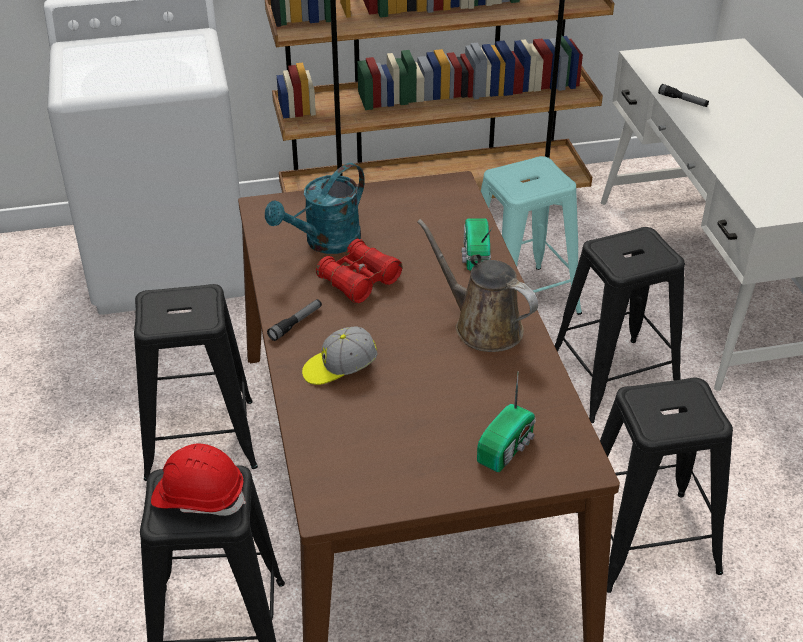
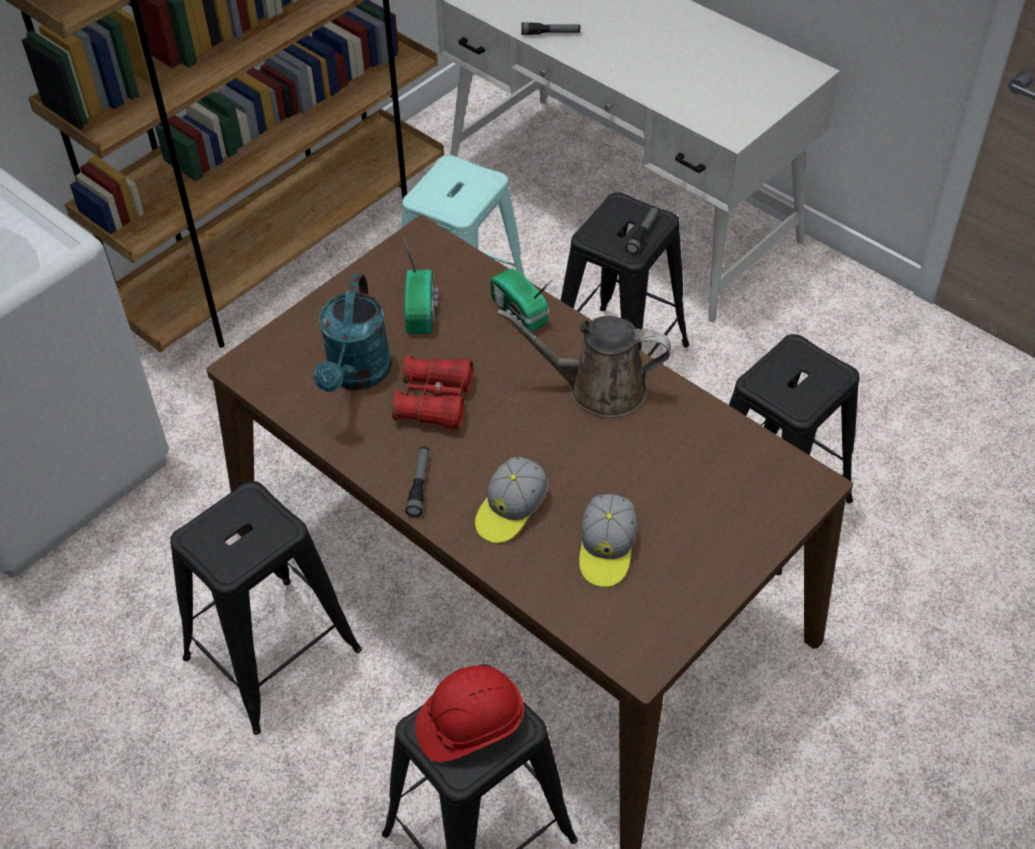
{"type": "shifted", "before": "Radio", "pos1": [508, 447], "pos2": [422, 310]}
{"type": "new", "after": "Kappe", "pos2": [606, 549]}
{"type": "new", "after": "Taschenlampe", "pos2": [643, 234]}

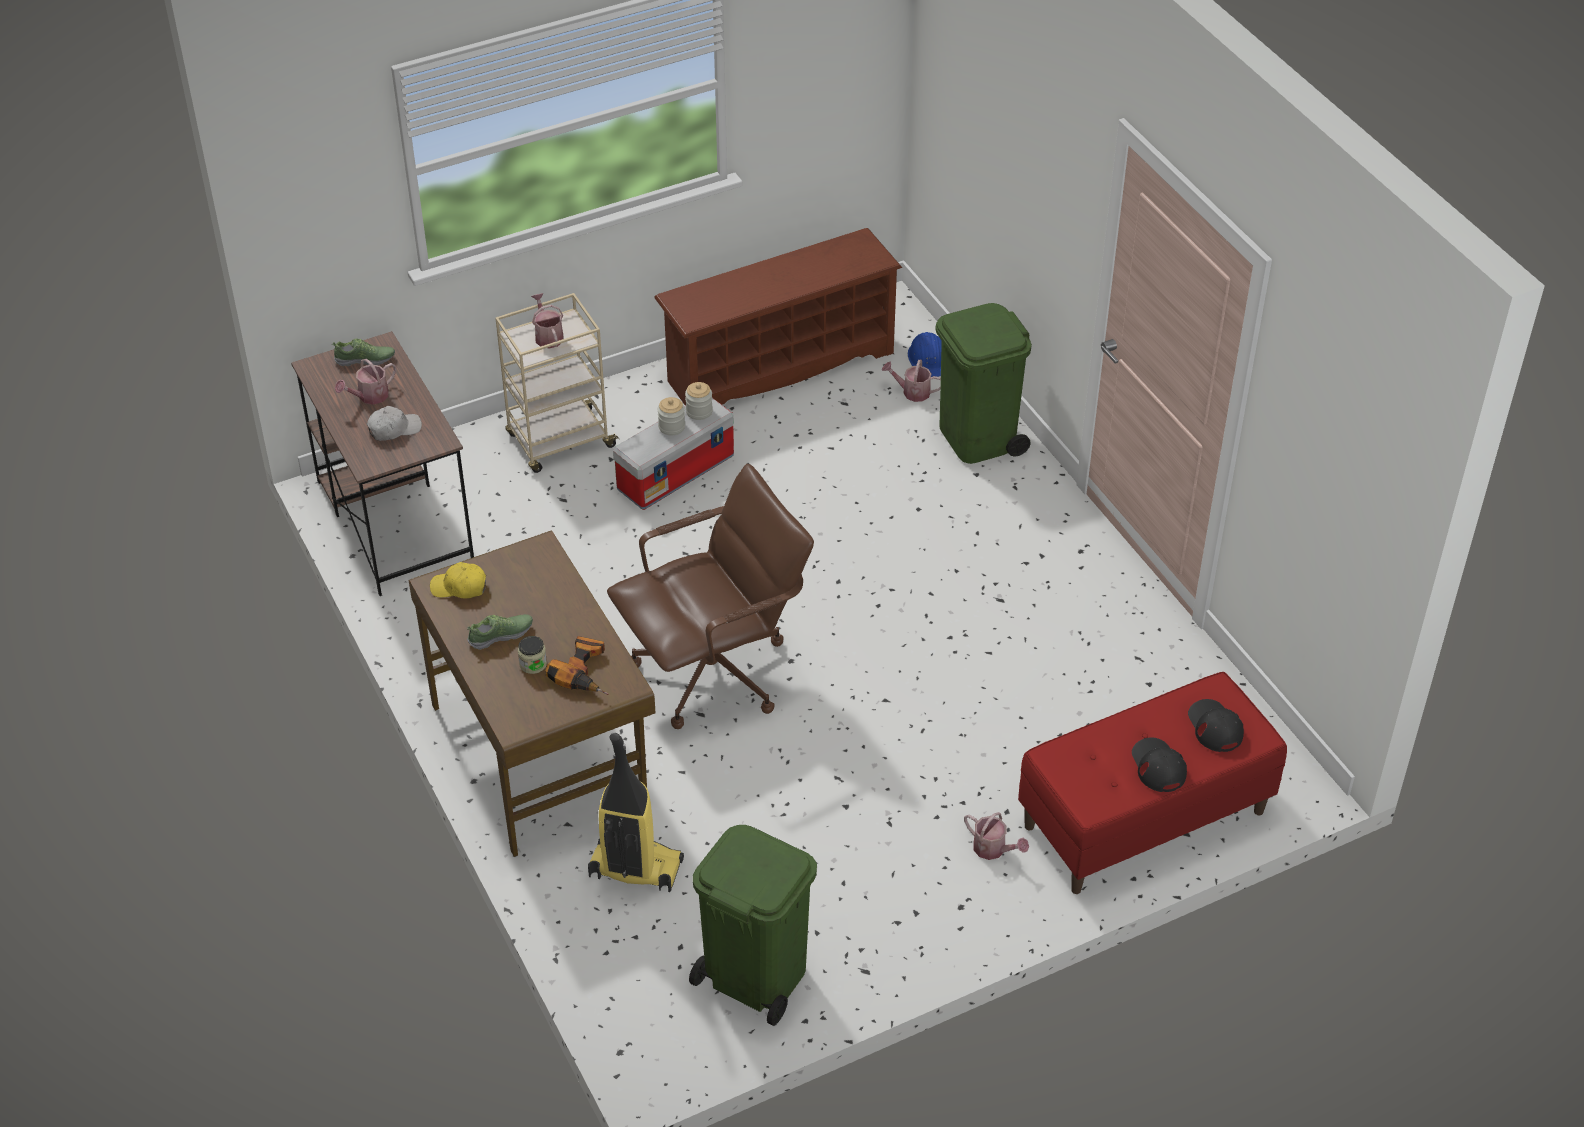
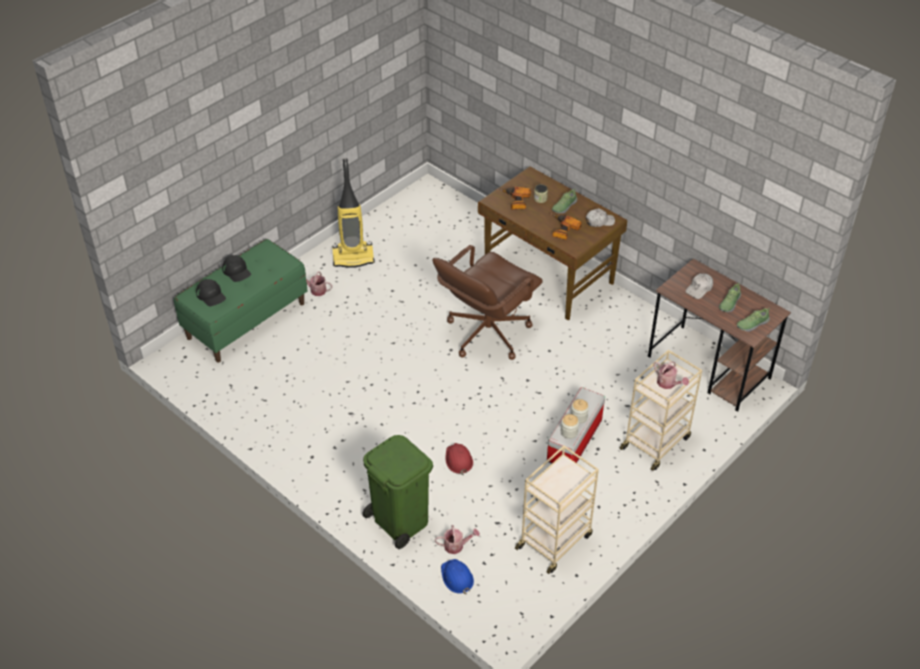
{"type": "swapped", "before": "Gießkanne", "after": "Schuh", "pos1": [369, 397], "pos2": [729, 303]}
{"type": "repainted", "before": "Kappe/gelb", "after": "Kappe/weiß", "pos1": [459, 587], "pos2": [599, 221]}
{"type": "shifted", "before": "Staubsauger", "pos1": [634, 869], "pos2": [353, 257]}
{"type": "swapped", "before": "Schuhregal/braun", "after": "Rollwagen/beige", "pos1": [779, 366], "pos2": [555, 541]}
{"type": "gone", "before": "Mülleimer/grün", "pos1": [754, 975]}
{"type": "repainted", "before": "Bank/rot", "after": "Bank/grün", "pos1": [1144, 820], "pos2": [246, 320]}
{"type": "new", "after": "Schutzhelm/rot", "pos2": [458, 460]}
{"type": "new", "after": "Bohrmaschine", "pos2": [561, 230]}

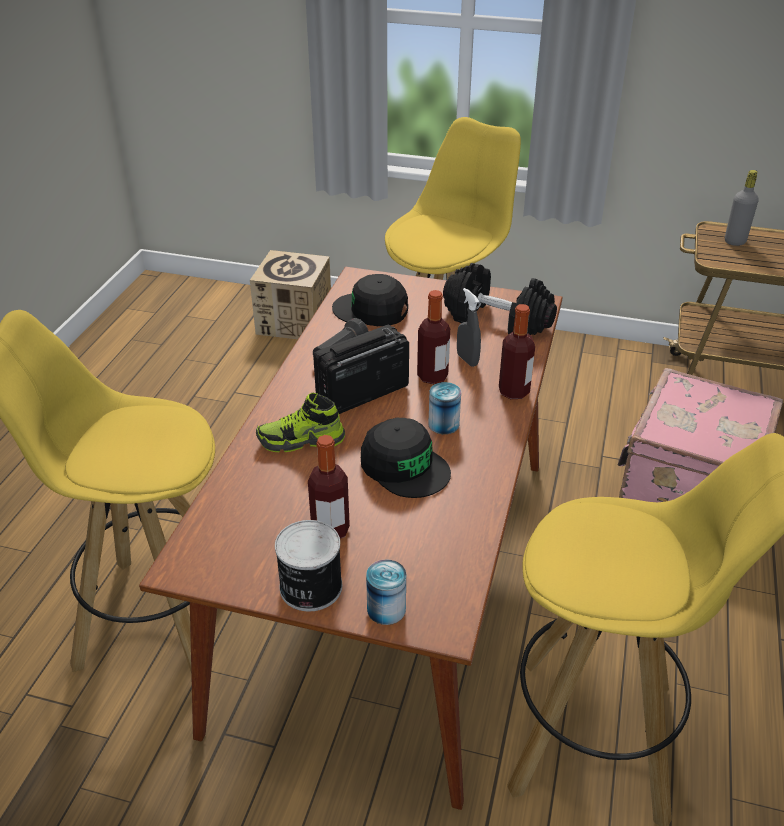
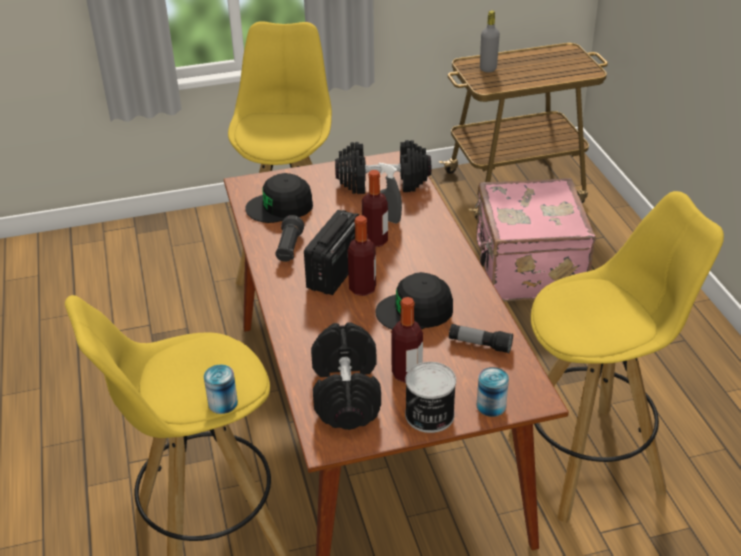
{"type": "gone", "before": "Karton", "pos1": [294, 321]}
{"type": "gone", "before": "Schuh", "pos1": [301, 441]}
{"type": "rotated", "before": "Kappe/schwarz", "pos1": [404, 466], "pos2": [415, 311], "turn": 150}
{"type": "shifted", "before": "Dose", "pos1": [443, 424], "pos2": [223, 403]}
{"type": "shifted", "before": "Flasche", "pos1": [514, 391], "pos2": [362, 288]}
{"type": "new", "after": "Hantel/schwarz", "pos2": [345, 392]}
{"type": "new", "after": "Taschenlampe", "pos2": [480, 344]}

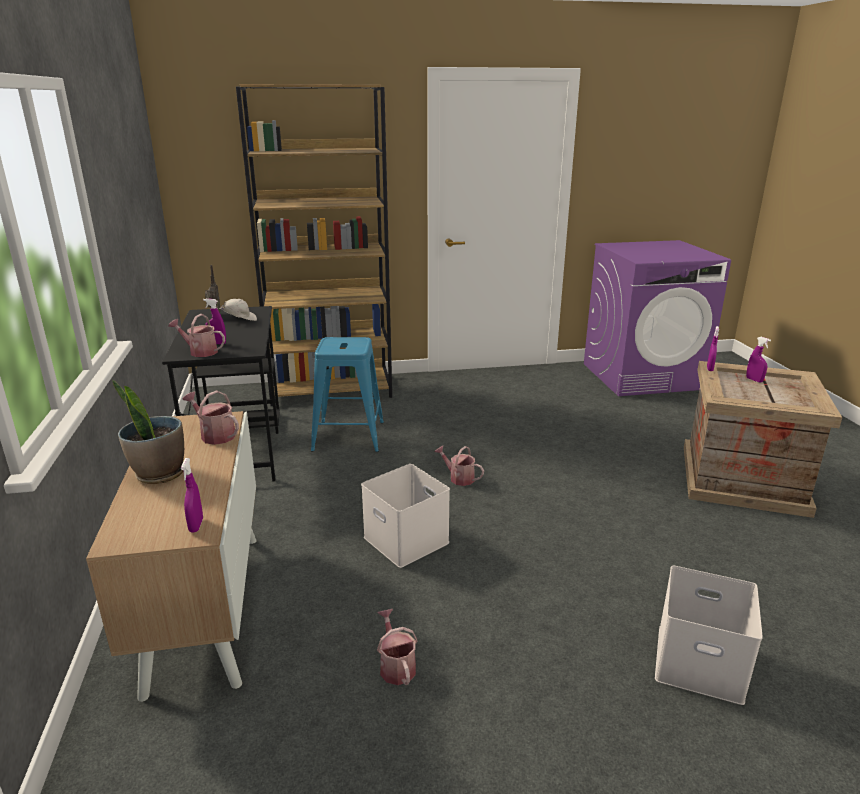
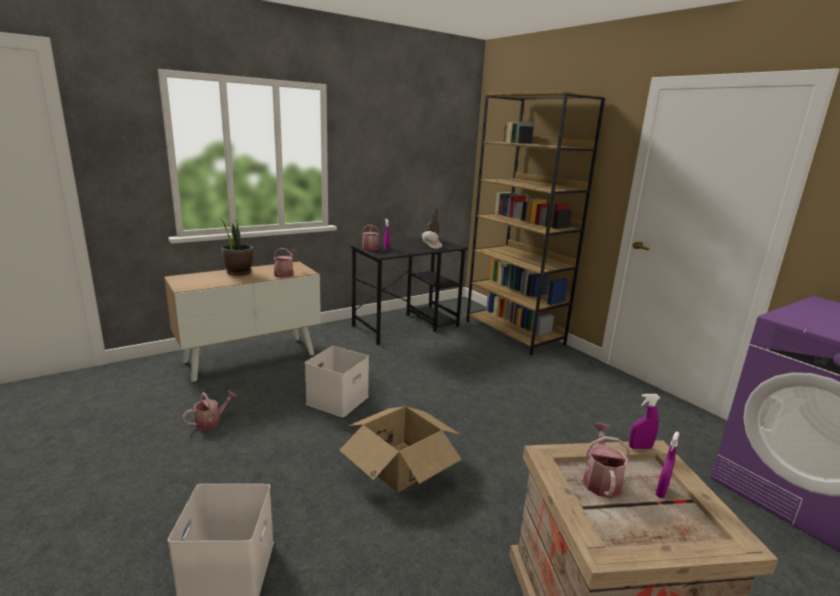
{"type": "gone", "before": "Sprühflasche/lila", "pos1": [196, 525]}
{"type": "gone", "before": "Hocker/blau", "pos1": [348, 436]}
{"type": "shifted", "before": "Gießkanne", "pos1": [459, 478], "pos2": [601, 480]}
{"type": "new", "after": "Karton", "pos2": [400, 465]}

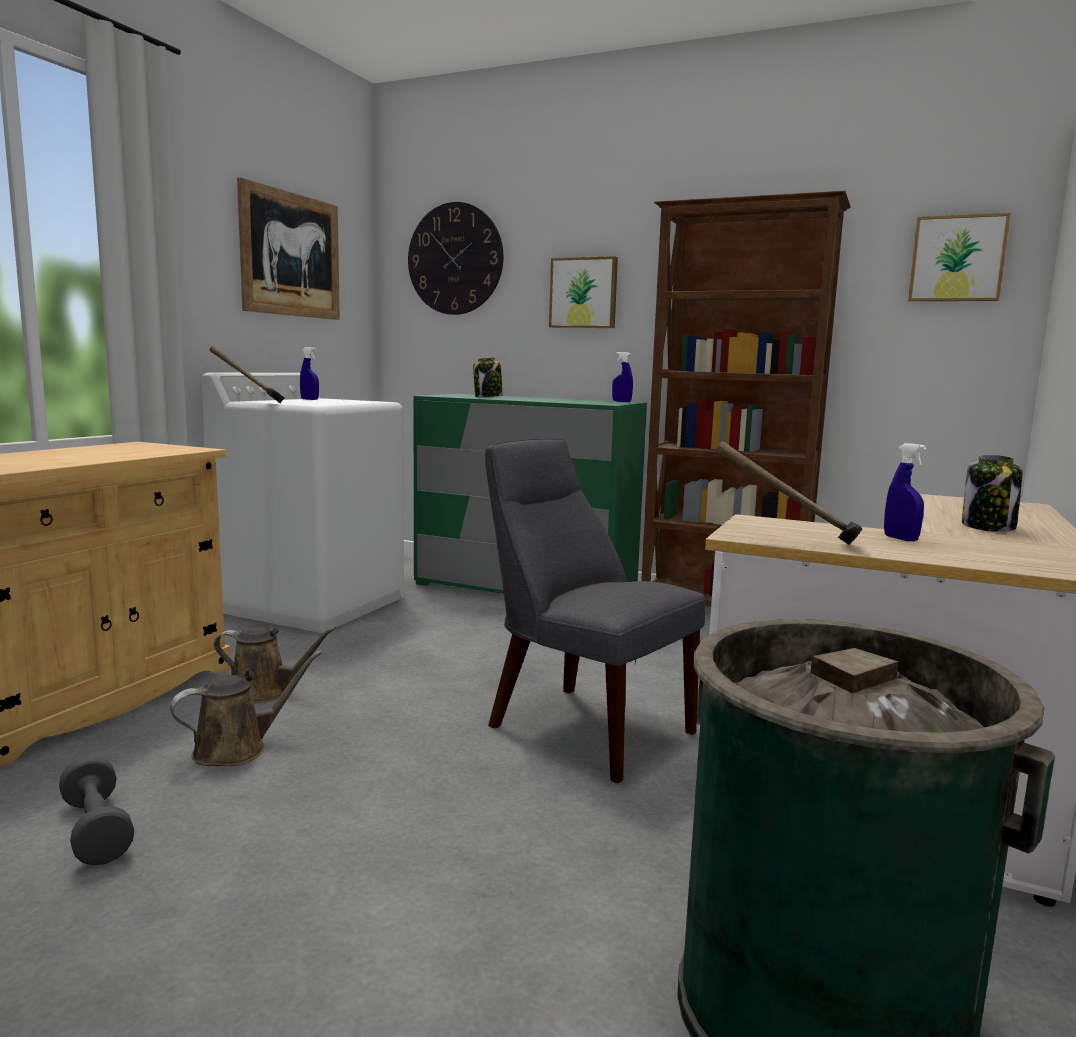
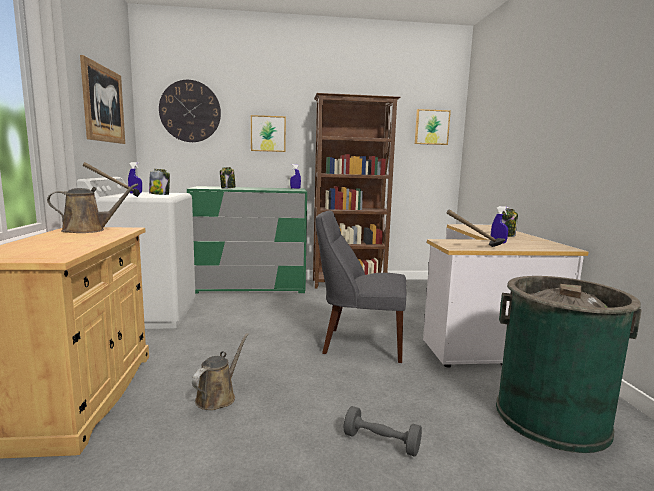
{"type": "shifted", "before": "Hantel/grau", "pos1": [97, 830], "pos2": [381, 442]}
{"type": "shifted", "before": "Gießkanne/braun", "pos1": [265, 692], "pos2": [88, 230]}
{"type": "new", "after": "Vorratsglas", "pos2": [159, 194]}

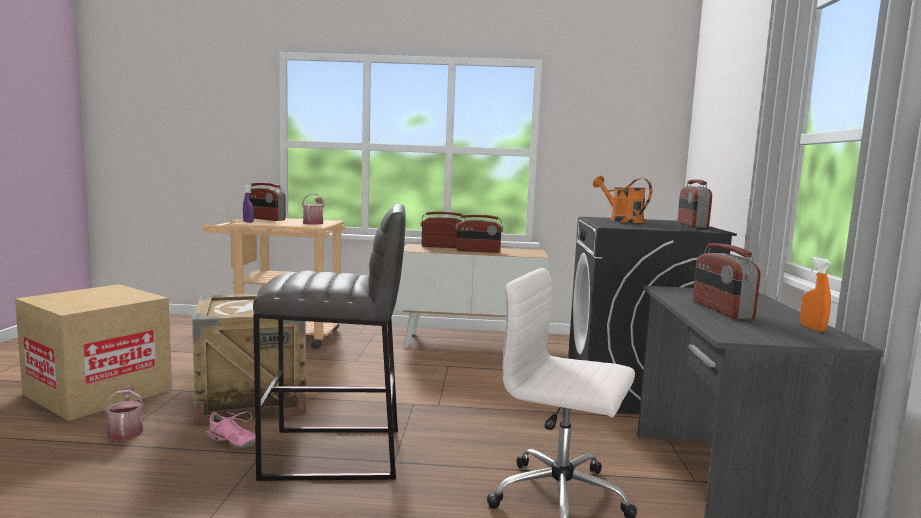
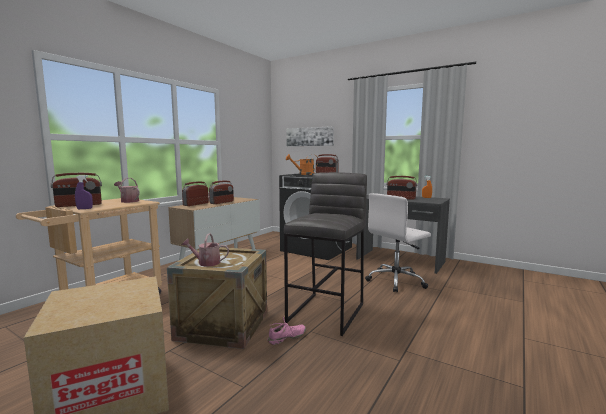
{"type": "shifted", "before": "Gießkanne", "pos1": [126, 431], "pos2": [206, 263]}
{"type": "new", "after": "Bild", "pos2": [309, 136]}

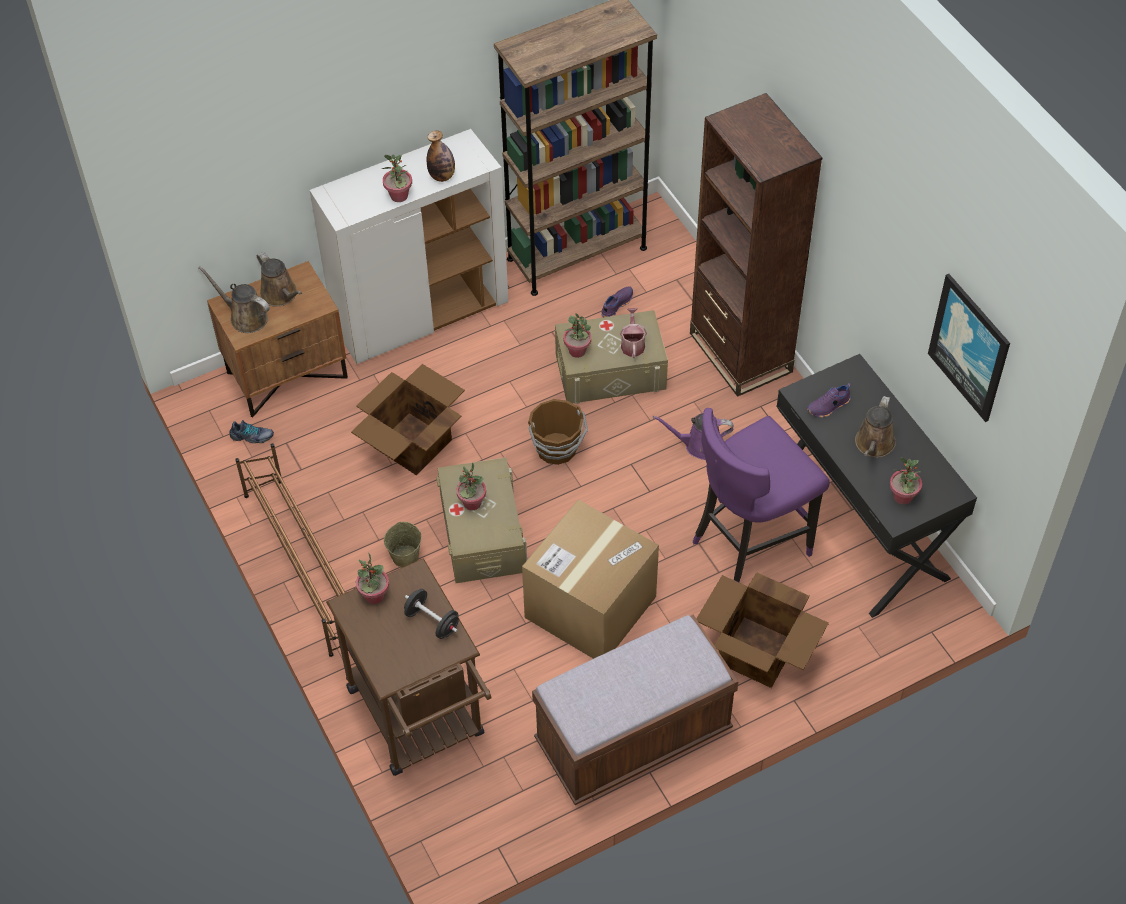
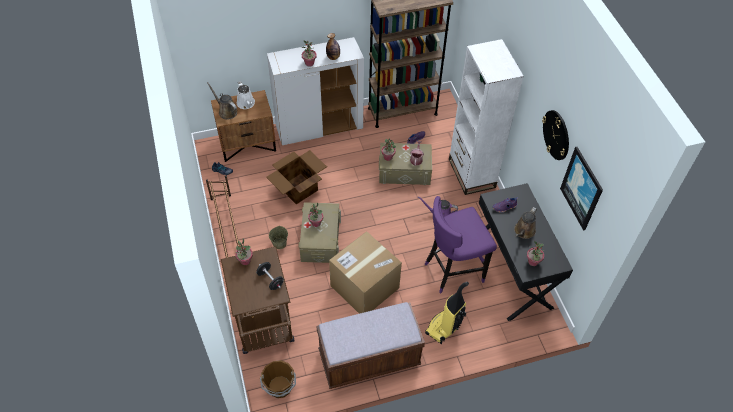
{"type": "repainted", "before": "Gießkanne/braun", "after": "Gießkanne/weiß", "pos1": [281, 295], "pos2": [246, 104]}
{"type": "shifted", "before": "Eimer/braun", "pos1": [557, 449], "pos2": [280, 387]}
{"type": "repainted", "before": "Bücherregal/braun", "after": "Bücherregal/weiß", "pos1": [740, 353], "pos2": [471, 173]}
{"type": "swapped", "before": "Karton", "after": "Staubsauger", "pos1": [758, 652], "pos2": [444, 327]}
{"type": "new", "after": "Wanduhr", "pos2": [556, 135]}

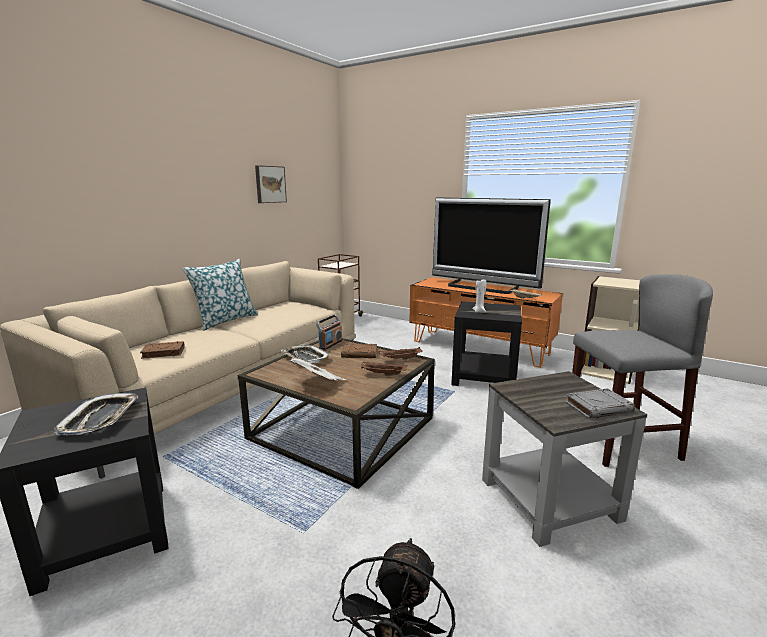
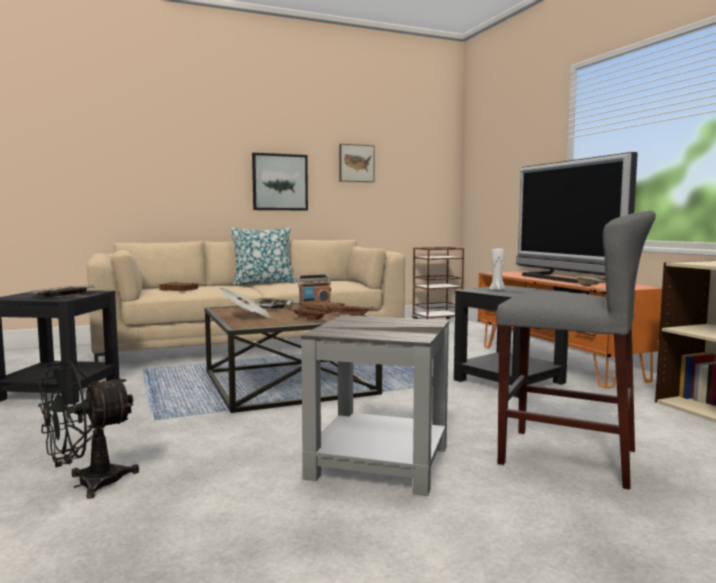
{"type": "gone", "before": "Buch/grau", "pos1": [598, 407]}
{"type": "new", "after": "Bild", "pos2": [280, 182]}

